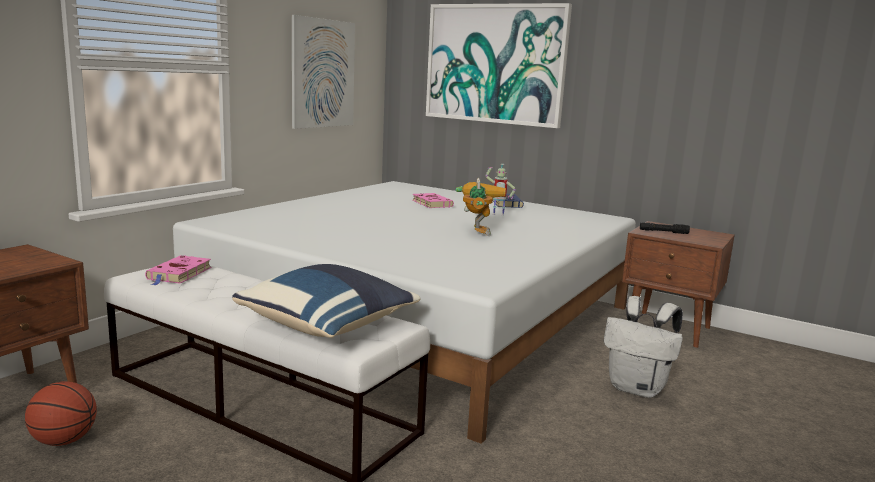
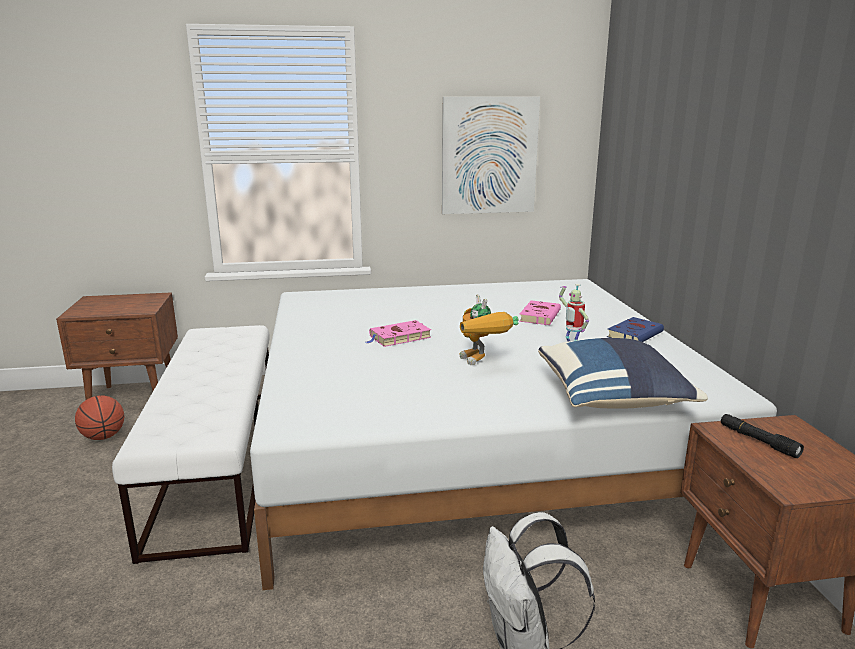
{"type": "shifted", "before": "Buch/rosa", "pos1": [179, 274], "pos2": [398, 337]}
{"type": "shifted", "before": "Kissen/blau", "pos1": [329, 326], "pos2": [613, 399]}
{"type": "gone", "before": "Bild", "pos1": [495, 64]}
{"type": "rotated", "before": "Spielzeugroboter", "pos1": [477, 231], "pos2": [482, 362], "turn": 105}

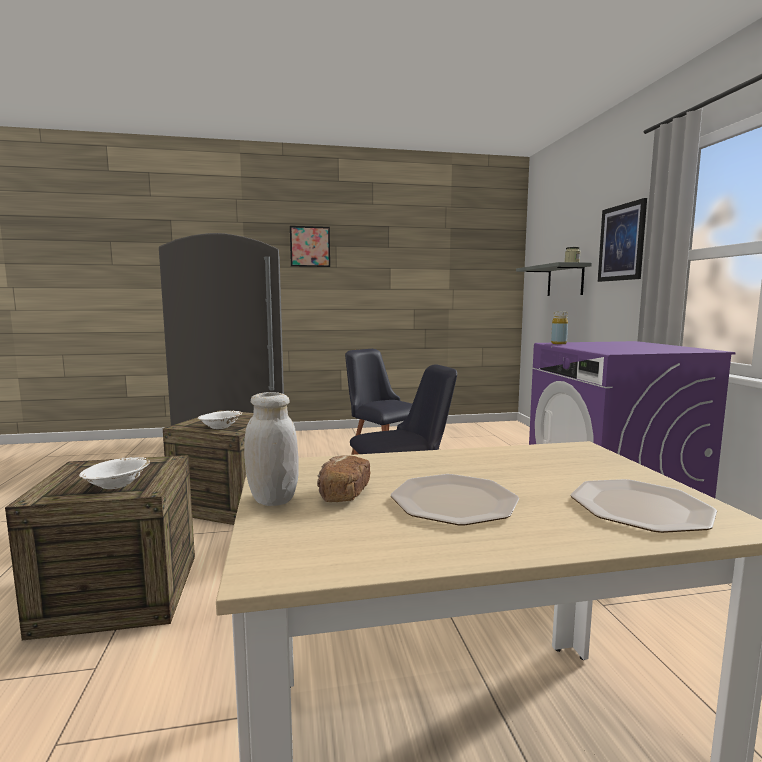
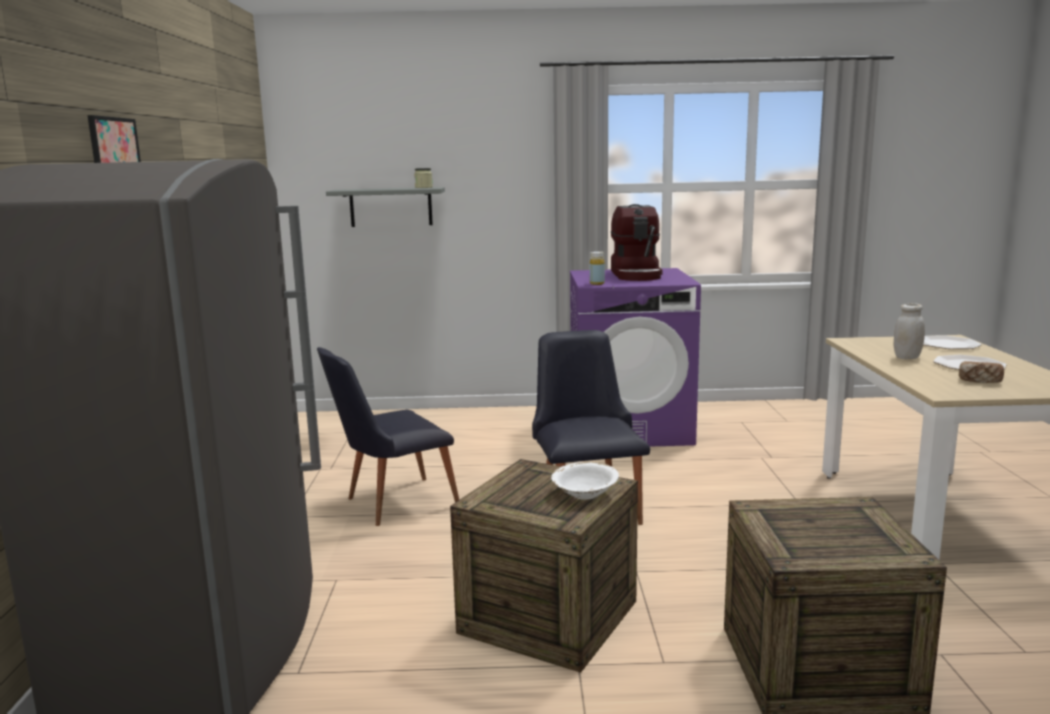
{"type": "gone", "before": "Schüssel/weiß", "pos1": [117, 485]}
{"type": "shifted", "before": "Vorratsglas/weiß", "pos1": [273, 499], "pos2": [907, 357]}
{"type": "gone", "before": "Bild", "pos1": [622, 242]}
{"type": "new", "after": "Kaffeemaschine", "pos2": [637, 275]}

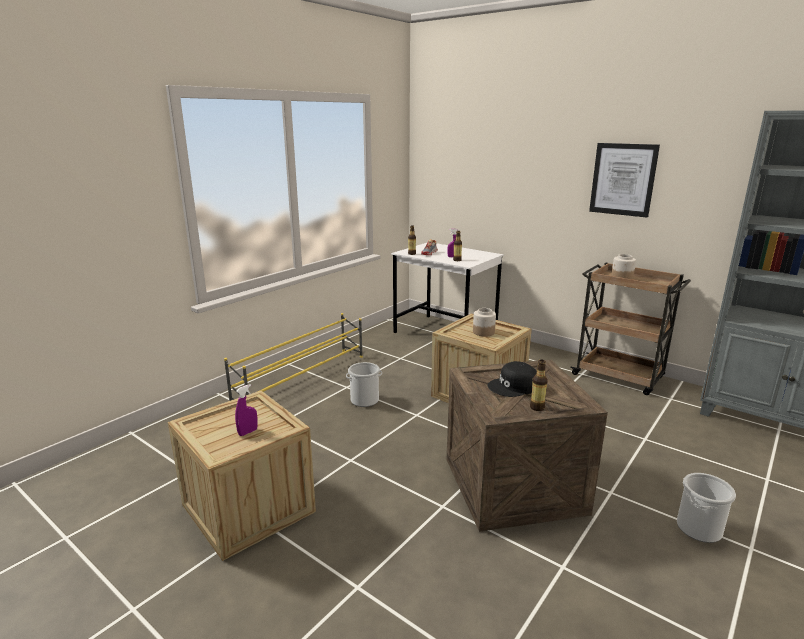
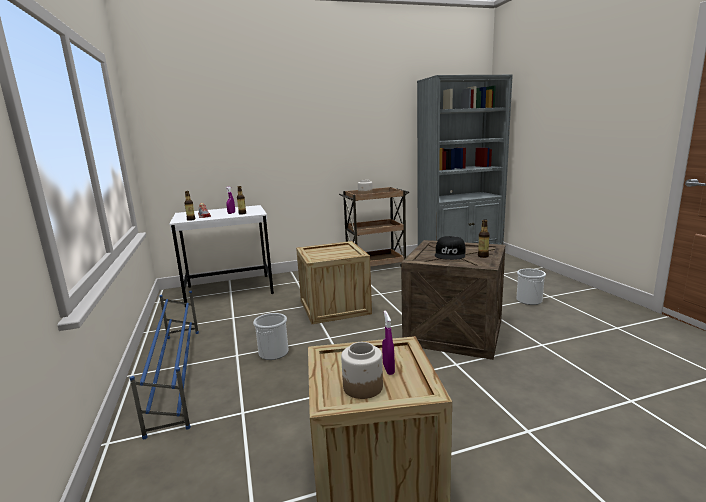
{"type": "repainted", "before": "Schuhregal/gelb", "after": "Schuhregal/blau", "pos1": [302, 378], "pos2": [177, 374]}
{"type": "shifted", "before": "Vorratsglas", "pos1": [483, 332], "pos2": [362, 387]}
{"type": "gone", "before": "Bild", "pos1": [623, 179]}

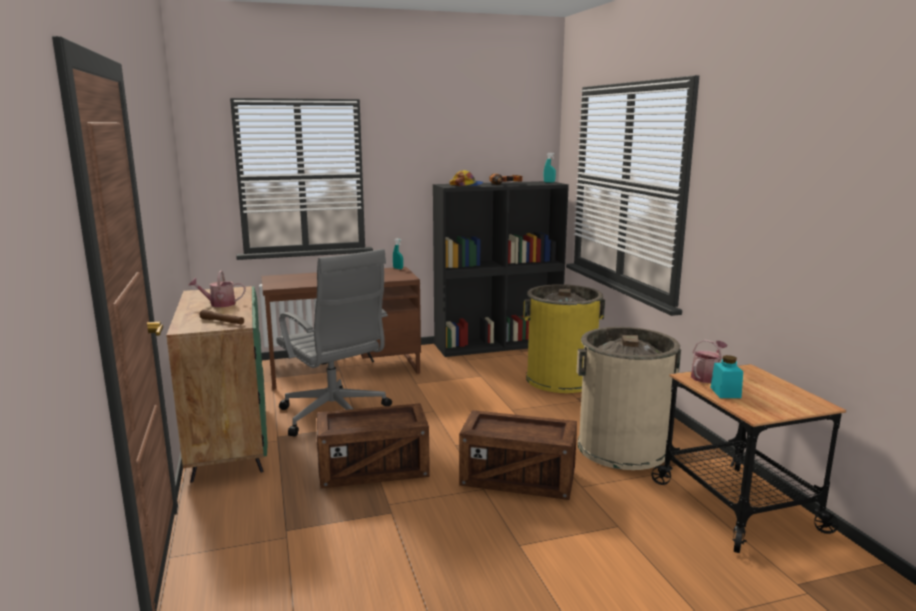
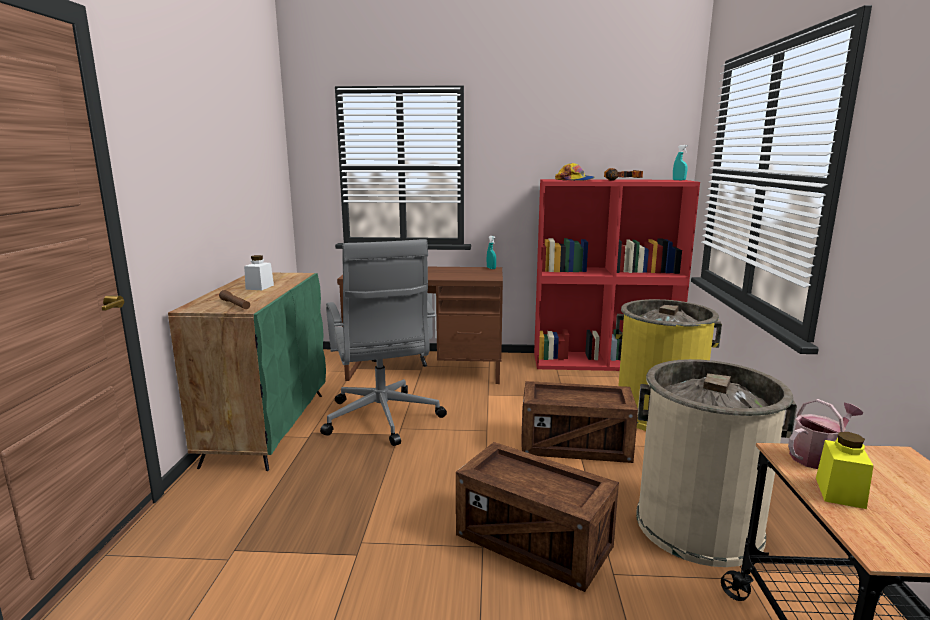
{"type": "swapped", "before": "Gießkanne", "after": "Vorratsglas/weiß", "pos1": [219, 304], "pos2": [259, 287]}
{"type": "shifted", "before": "Kiste", "pos1": [373, 469], "pos2": [575, 445]}
{"type": "repainted", "before": "Bücherregal/schwarz", "after": "Bücherregal/rot", "pos1": [498, 344], "pos2": [604, 362]}
{"type": "repainted", "before": "Vorratsglas/türkis", "after": "Vorratsglas/gelb", "pos1": [725, 392], "pos2": [840, 493]}

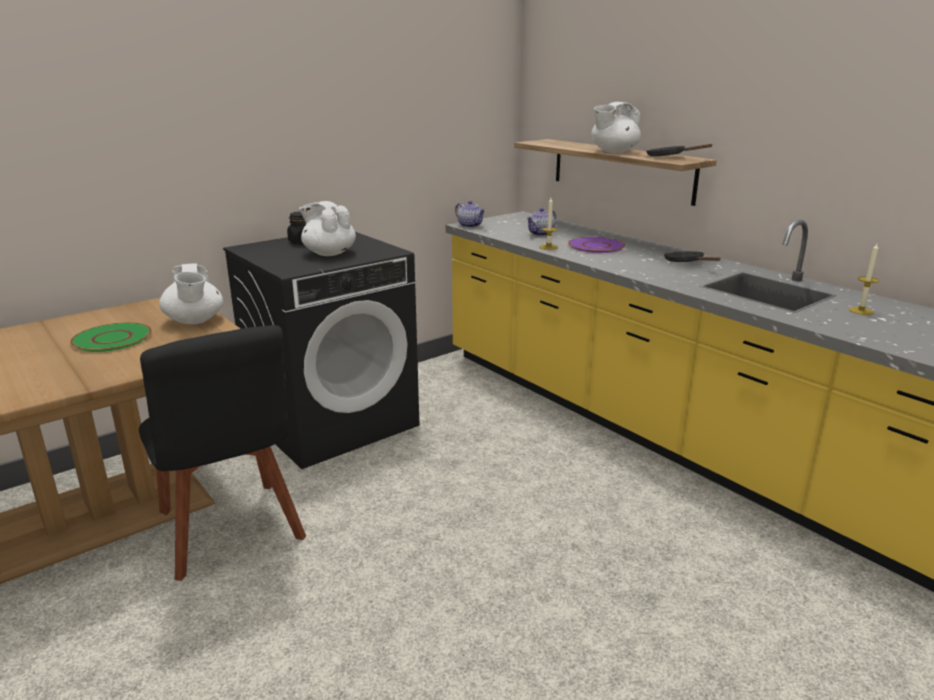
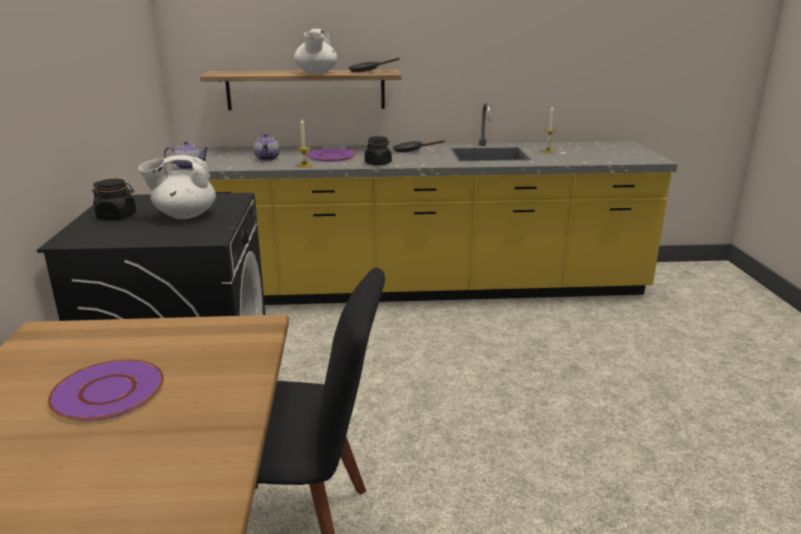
{"type": "repainted", "before": "Teller/grün", "after": "Teller/lila", "pos1": [111, 339], "pos2": [107, 392]}
{"type": "gone", "before": "Teekanne/weiß", "pos1": [194, 321]}
{"type": "new", "after": "Vorratsglas/schwarz", "pos2": [378, 163]}

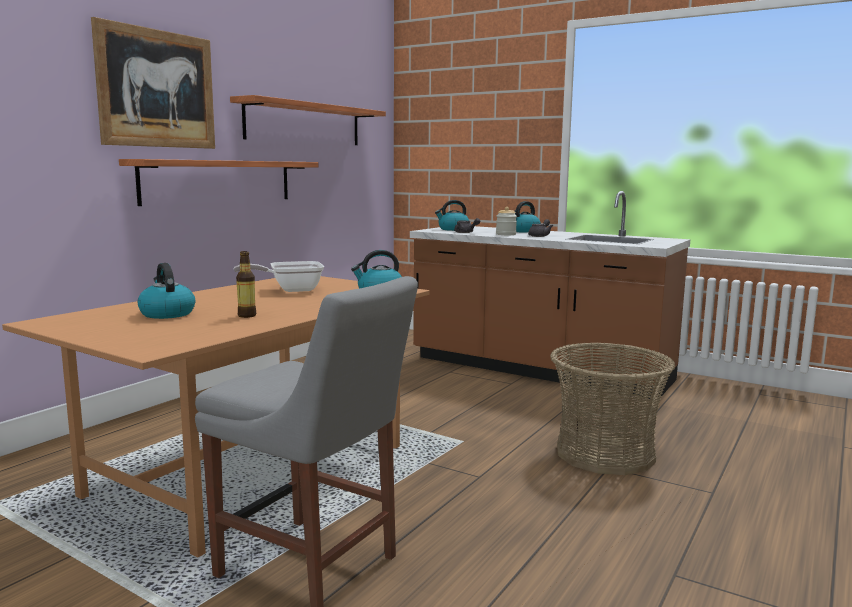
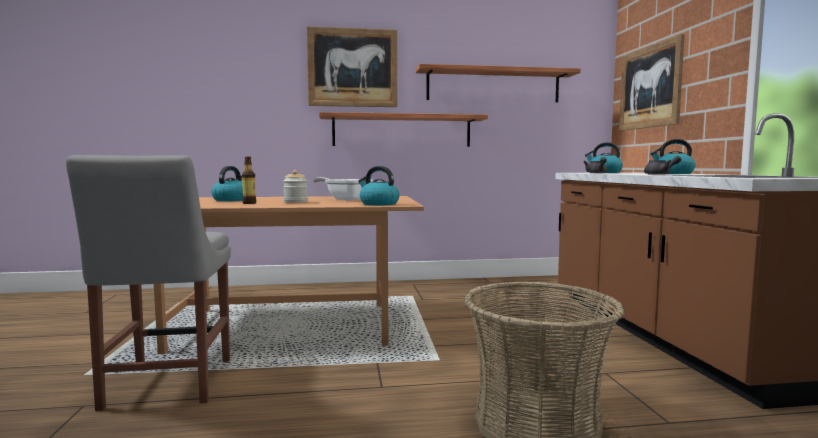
{"type": "shifted", "before": "Vorratsglas", "pos1": [506, 234], "pos2": [295, 202]}
{"type": "new", "after": "Bild", "pos2": [649, 87]}

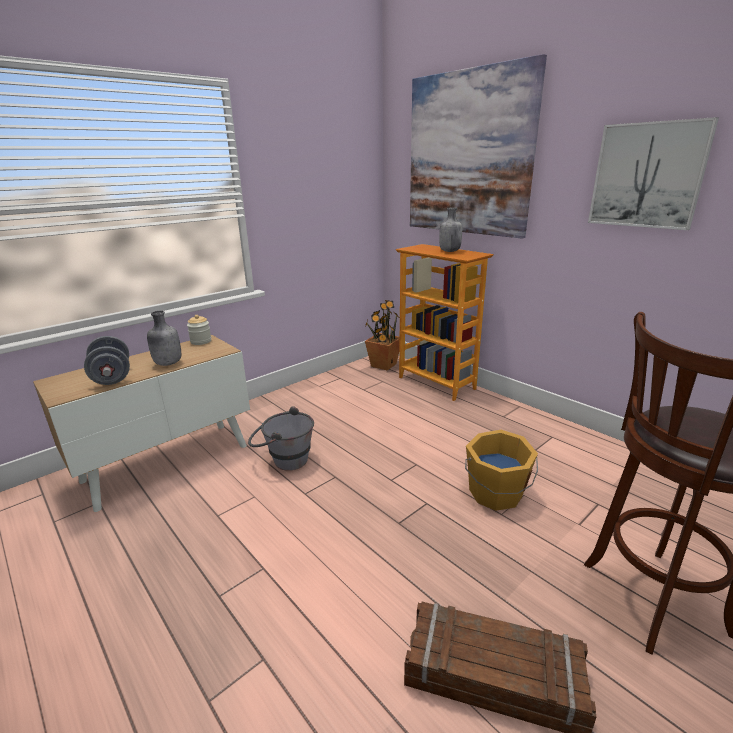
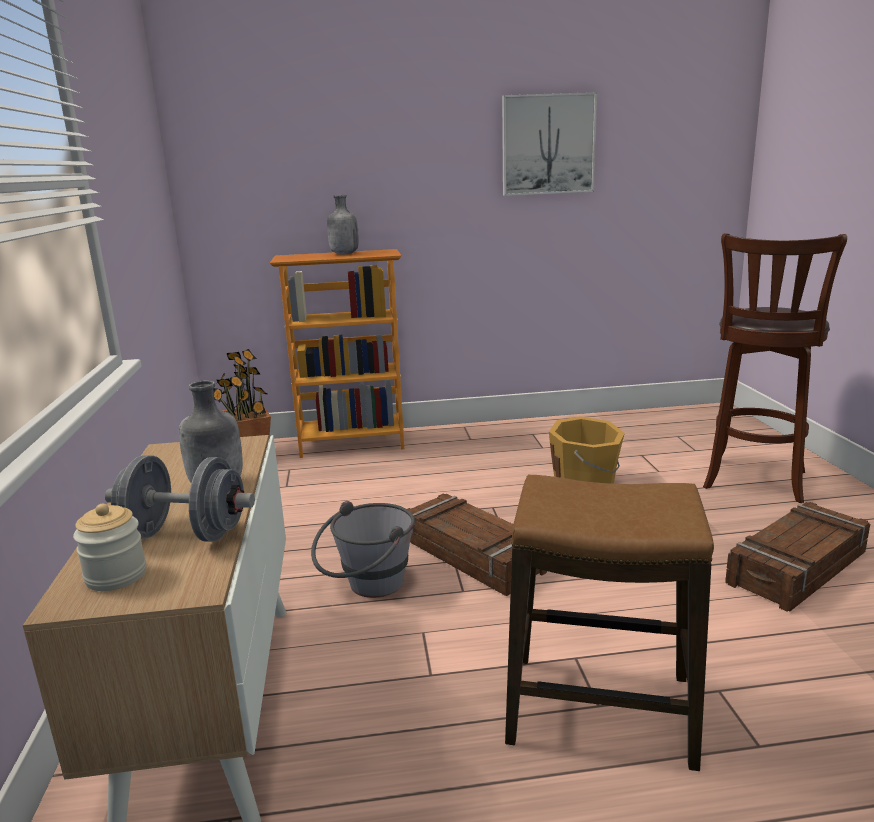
{"type": "shifted", "before": "Vorratsglas", "pos1": [201, 341], "pos2": [116, 576]}
{"type": "gone", "before": "Bild", "pos1": [468, 155]}
{"type": "new", "after": "Kiste", "pos2": [473, 554]}
{"type": "new", "after": "Hocker", "pos2": [599, 710]}

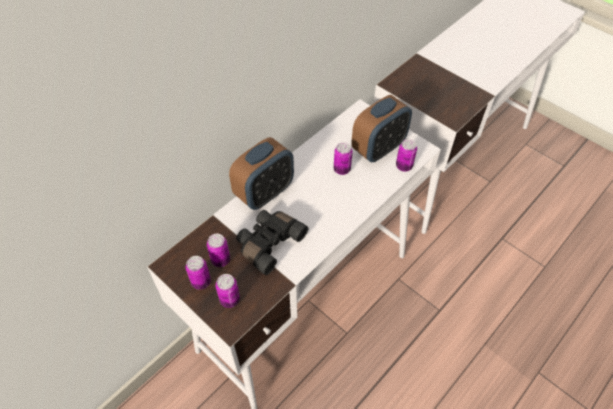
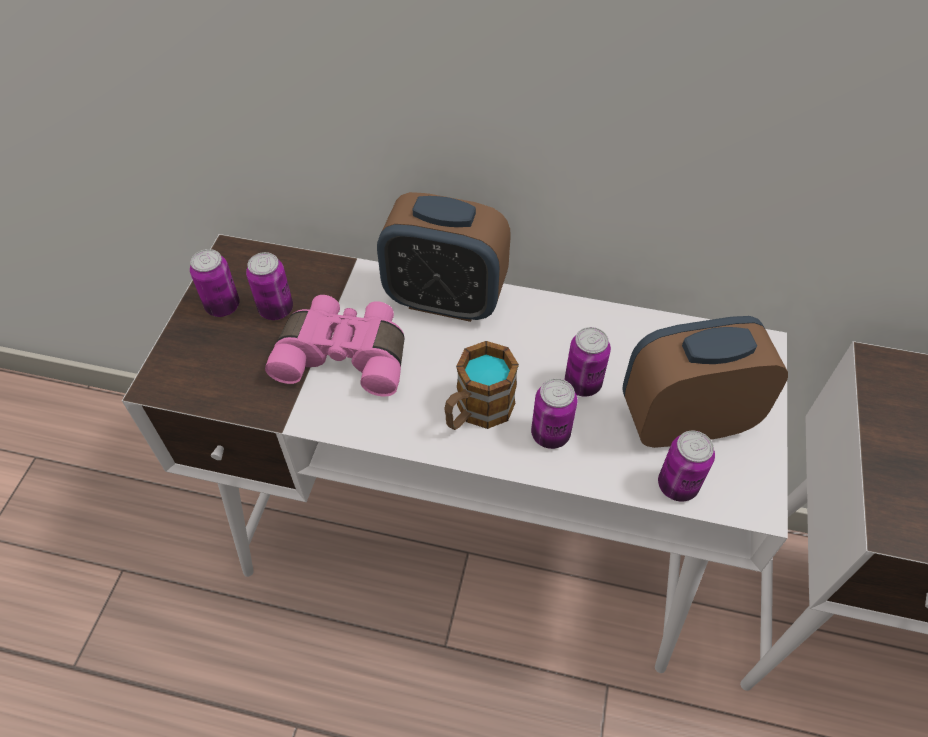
{"type": "shifted", "before": "Dose", "pos1": [230, 300], "pos2": [550, 434]}
{"type": "repainted", "before": "Fernglas/schwarz", "after": "Fernglas/rosa", "pos1": [269, 243], "pos2": [345, 355]}
{"type": "rotated", "before": "Wecker", "pos1": [378, 149], "pos2": [684, 420], "turn": 150}
{"type": "new", "after": "Henkelbecher", "pos2": [477, 412]}

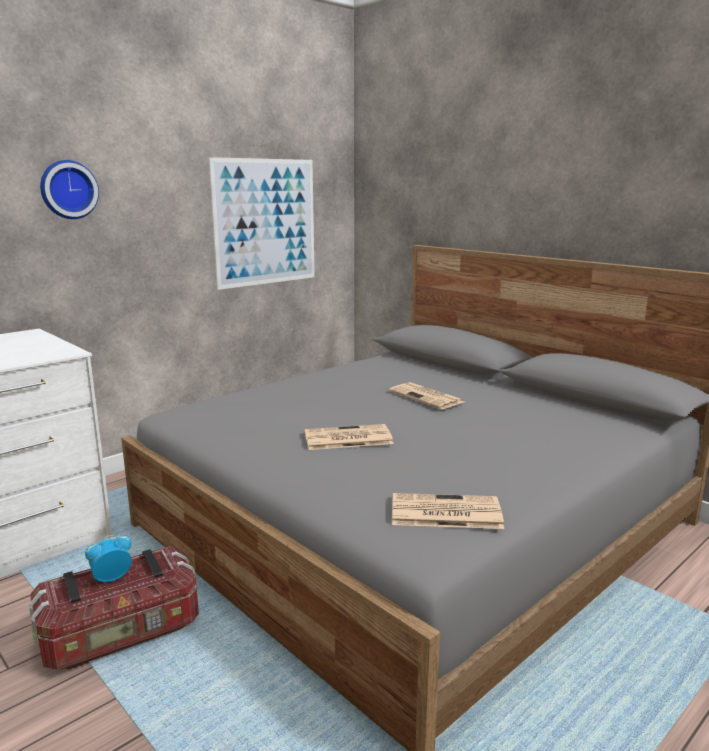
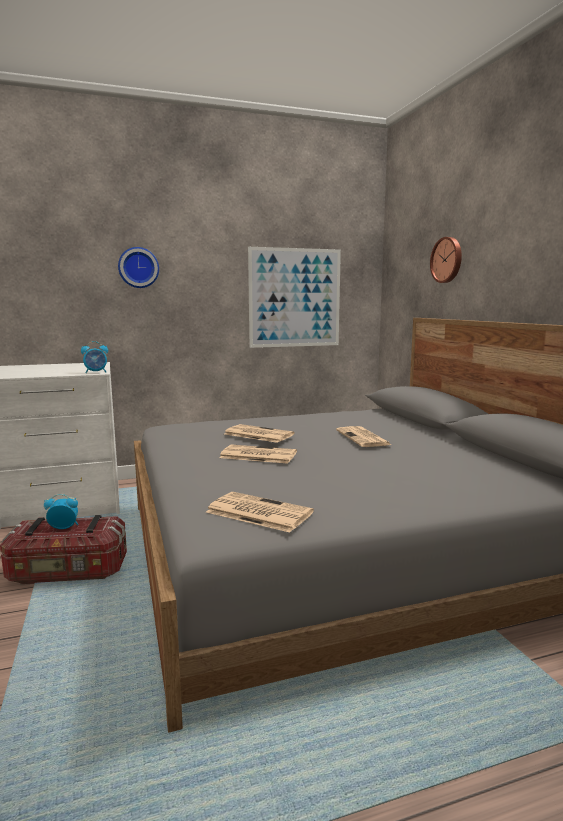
{"type": "new", "after": "Wecker", "pos2": [96, 372]}
{"type": "new", "after": "Zeitung", "pos2": [257, 434]}
{"type": "new", "after": "Wanduhr", "pos2": [447, 260]}

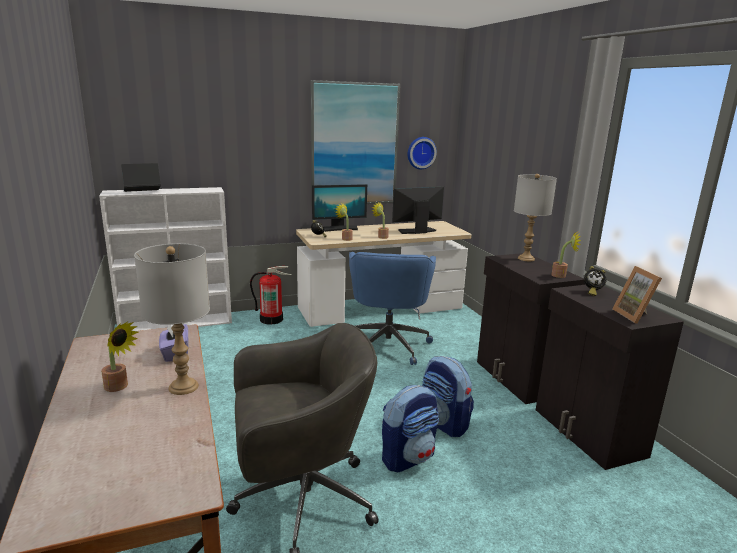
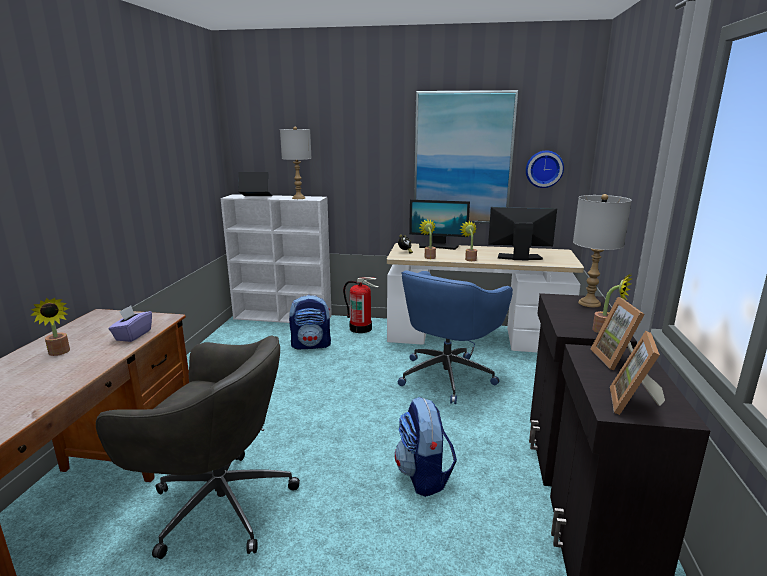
{"type": "shifted", "before": "Tischlampe/grau", "pos1": [183, 387], "pos2": [298, 198]}
{"type": "shifted", "before": "Rucksack", "pos1": [408, 457], "pos2": [311, 345]}
{"type": "swapped", "before": "Wecker", "after": "Bilderrahmen", "pos1": [591, 292], "pos2": [617, 359]}

